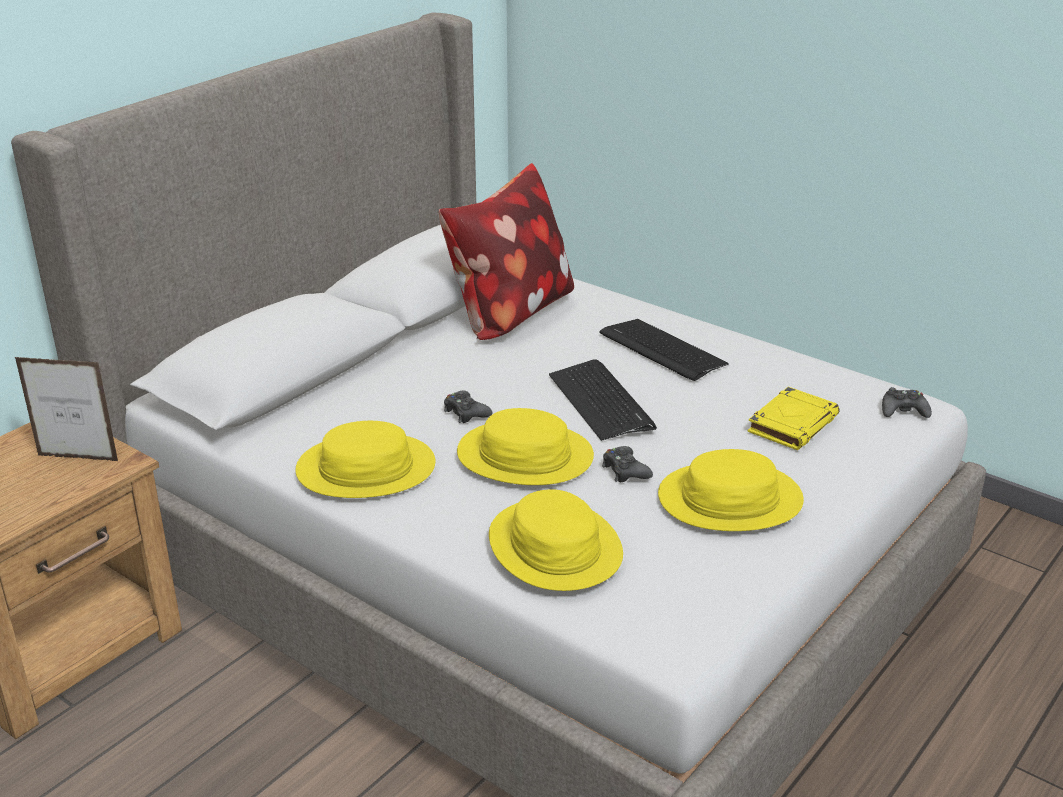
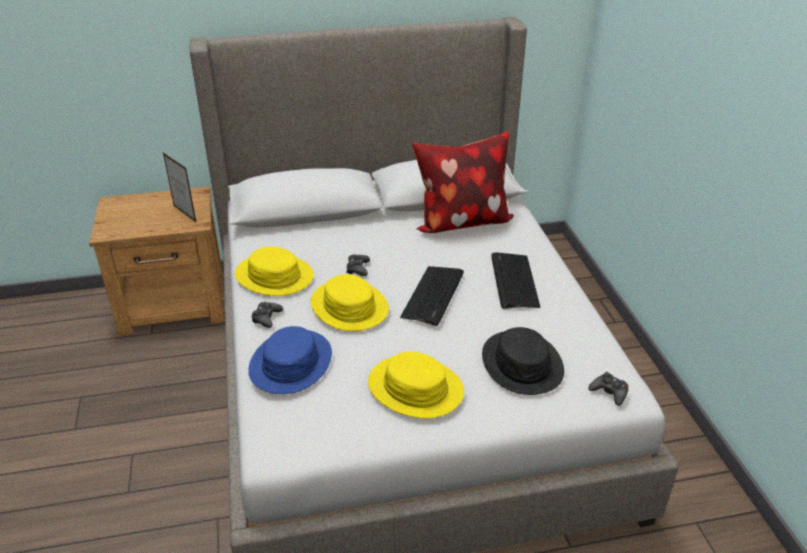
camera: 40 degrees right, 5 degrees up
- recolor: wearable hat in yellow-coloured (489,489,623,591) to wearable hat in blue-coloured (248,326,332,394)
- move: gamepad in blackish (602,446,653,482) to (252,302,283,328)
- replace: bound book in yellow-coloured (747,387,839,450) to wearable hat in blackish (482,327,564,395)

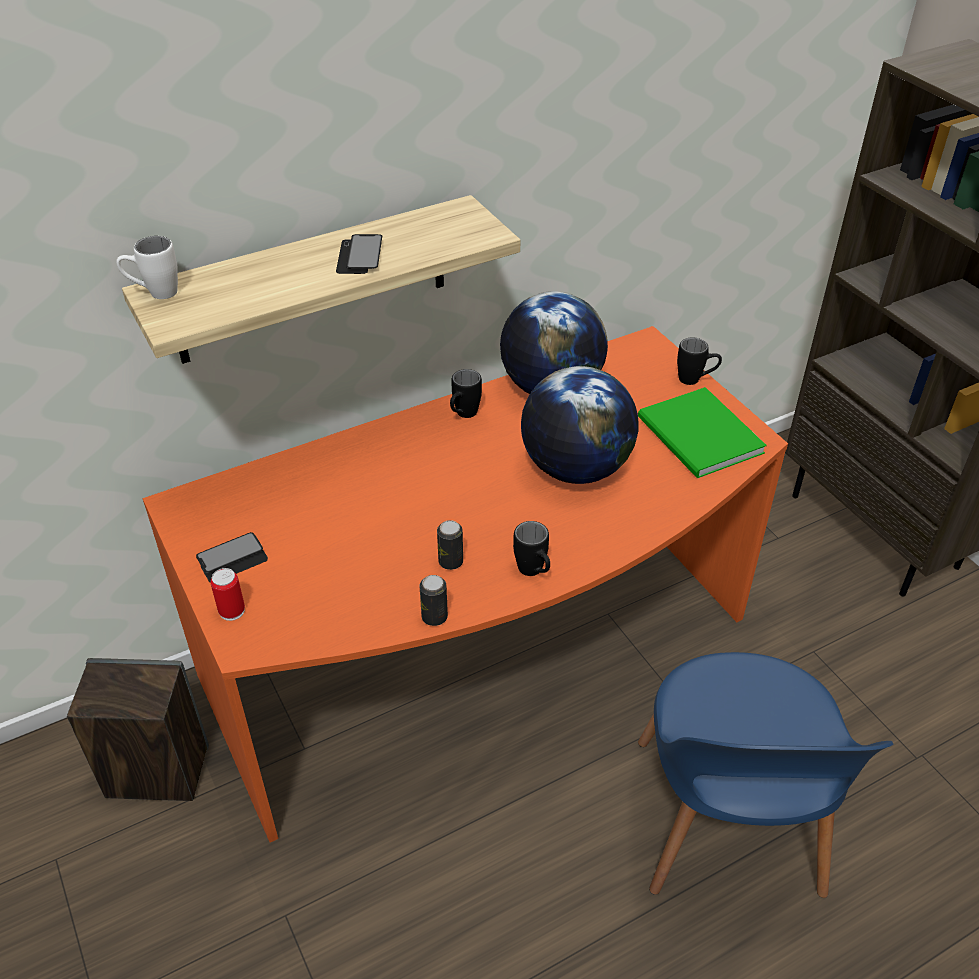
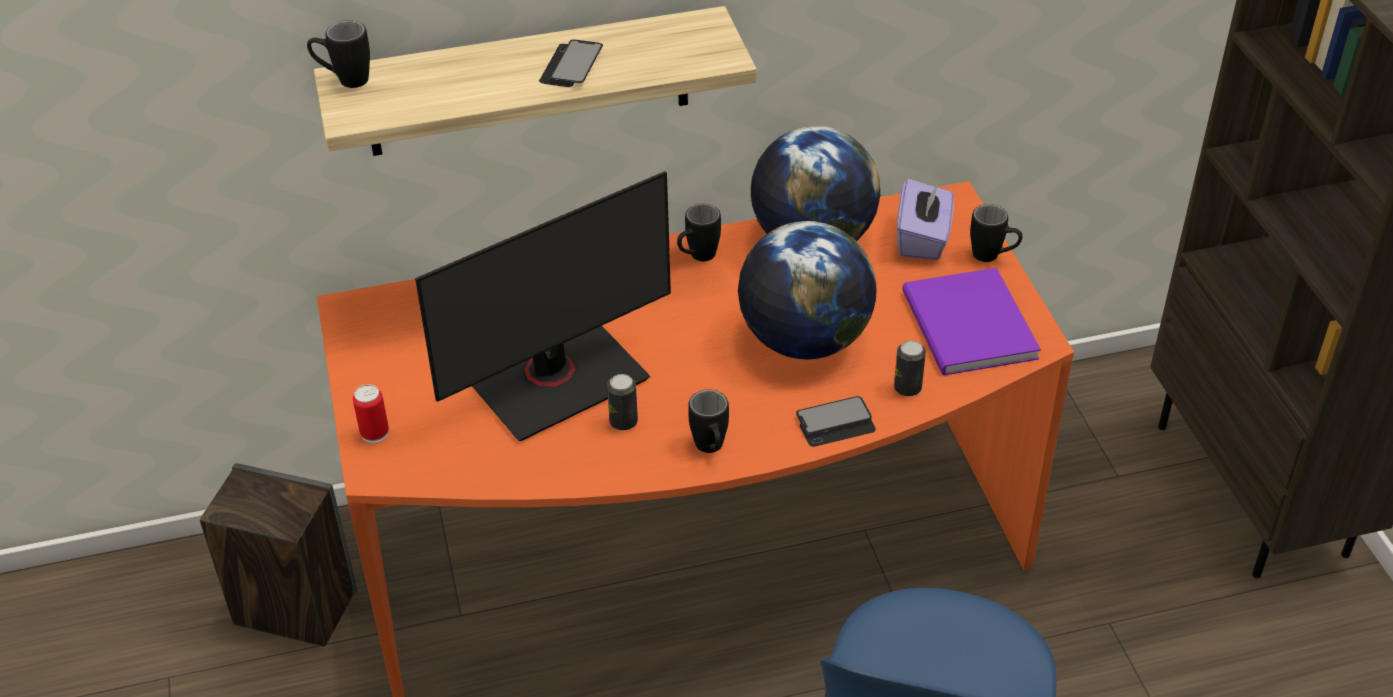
camera: 15 degrees right, 0 degrees up
- recolor: tea mug in whitish (116,236,178,299) to tea mug in blackish (307,20,370,88)
- move: telephone (196,532,268,583) to (796,396,876,447)
- move: sealed can (420,575,448,626) to (894,340,926,396)
- recolor: bound book in greenish (638,387,767,478) to bound book in purplish (902,268,1041,375)
- insert: monitor (415,171,671,441)
- insert: box of tissues in purplish (897,179,954,260)

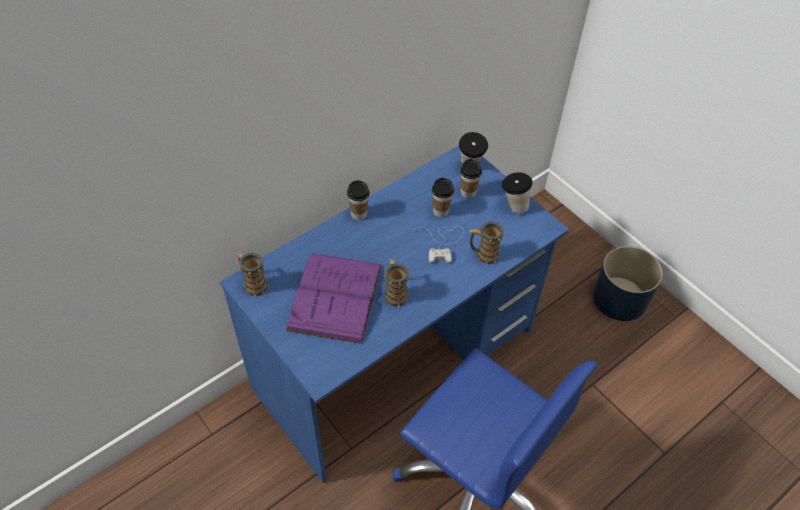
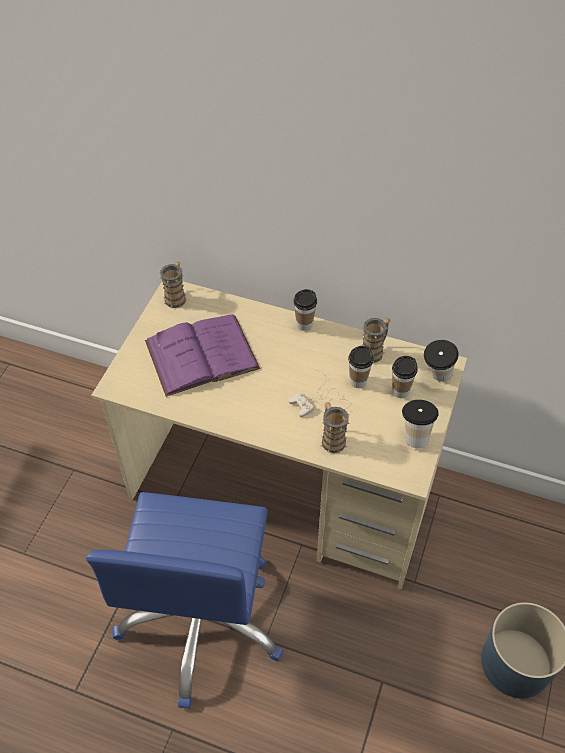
camera: 60 degrees right, 0 degrees up
- recolor: desk table in blue-coloured (220,145,569,483) to desk table in sand-coloured (91,281,467,589)
- move: tea mug (384,259,410,307) to (361,318,391,363)

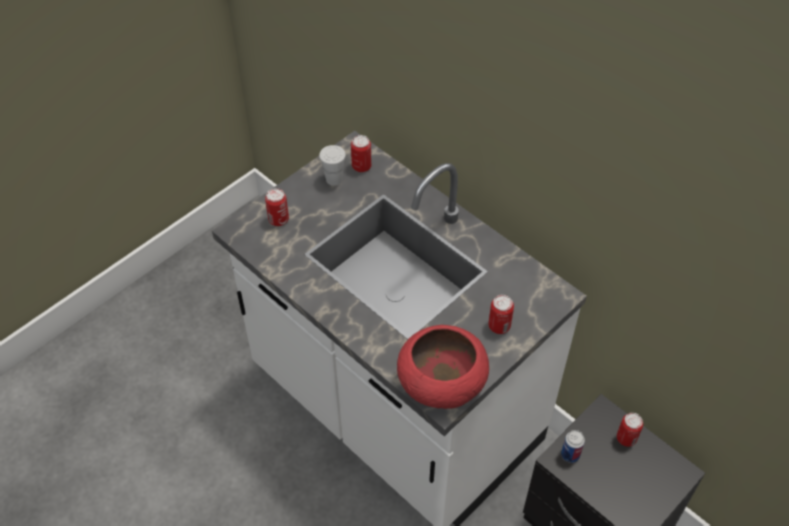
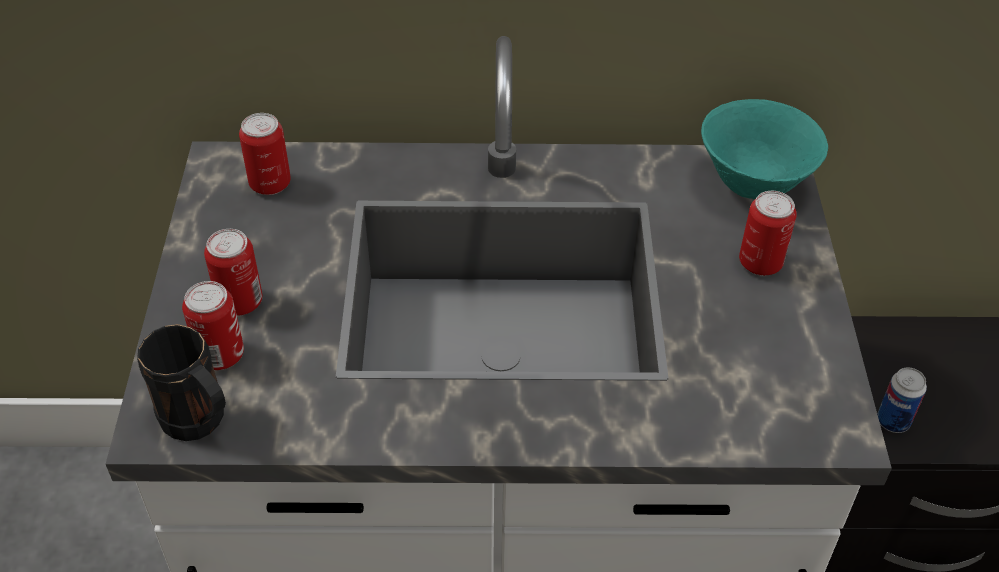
camera: 45 degrees left, 5 degrees down
- delete: cup in whitish (319,145,346,186)
- delete: bowl in reddish (397,325,489,409)
- move: sealed can (617,413,643,447) to (204,229,262,316)
- insert: tea mug in blackish (137,324,226,441)
- insert: bowl in turquoise (701,99,828,199)

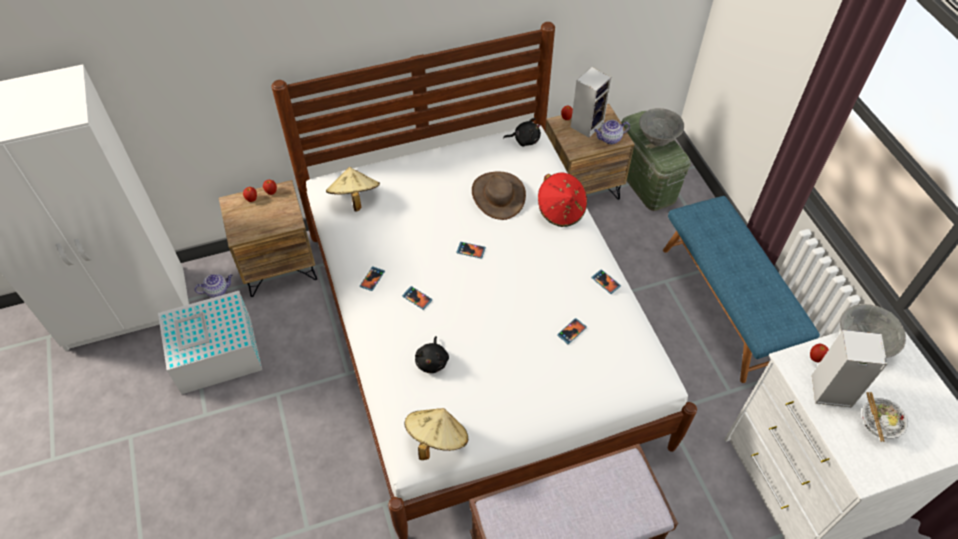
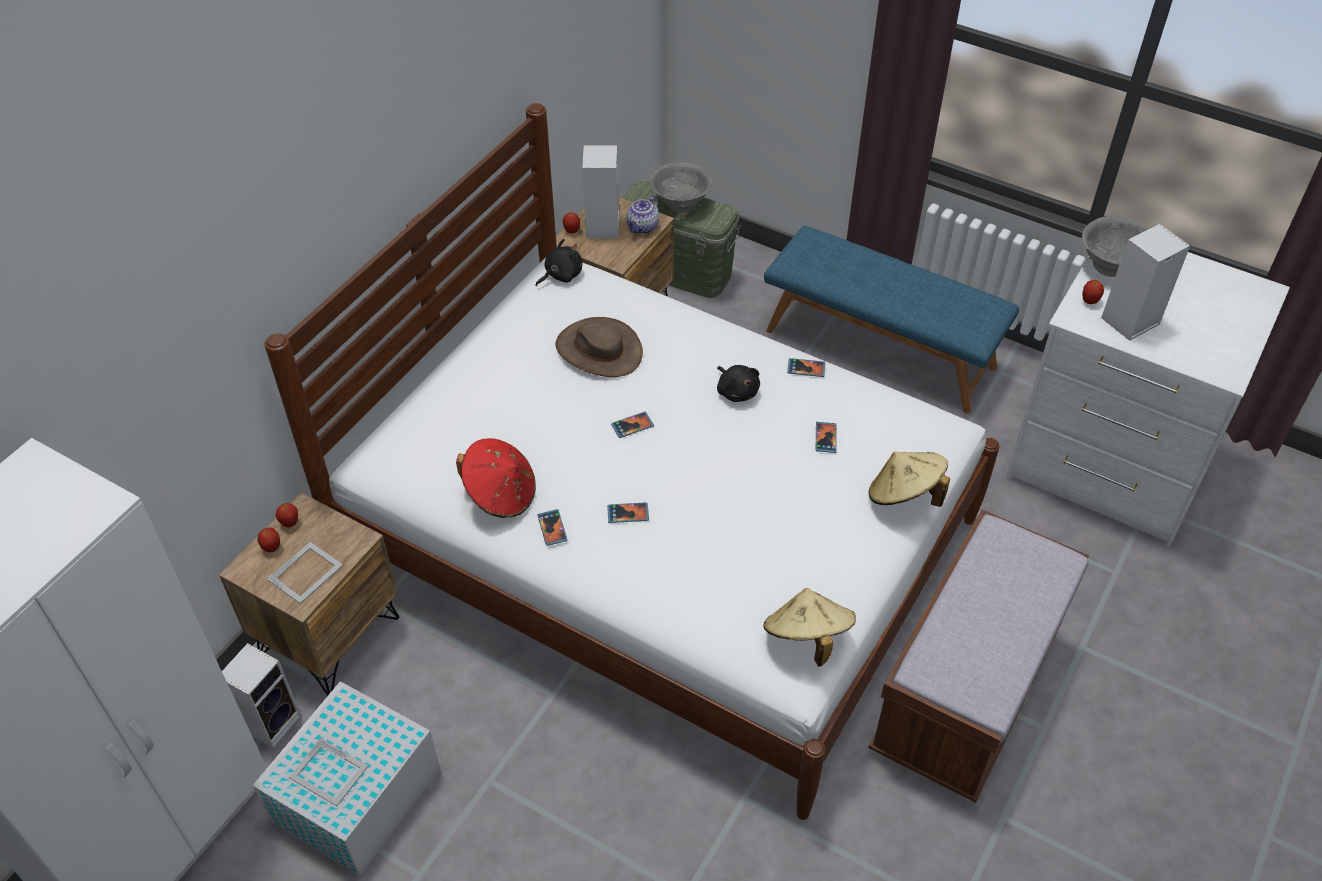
camera: 40 degrees left, 5 degrees down
- replace: teapot (194,274,233,298) to loudspeaker (222,643,301,749)
- move: wearable hat in sand-coloured (326,167,380,211) to (869,451,950,507)
- move: soft toy in blackish (415,336,449,373) to (717,365,760,402)
- move: wearable hat in reddish (538,172,587,227) to (456,438,536,518)
- delete: bowl (862,392,909,442)
- insert: photo frame (267,542,343,604)

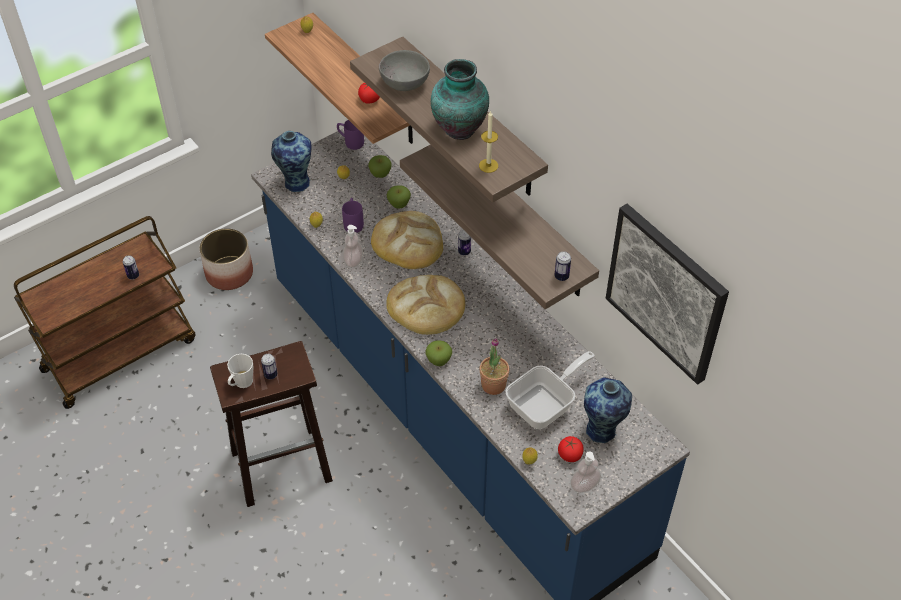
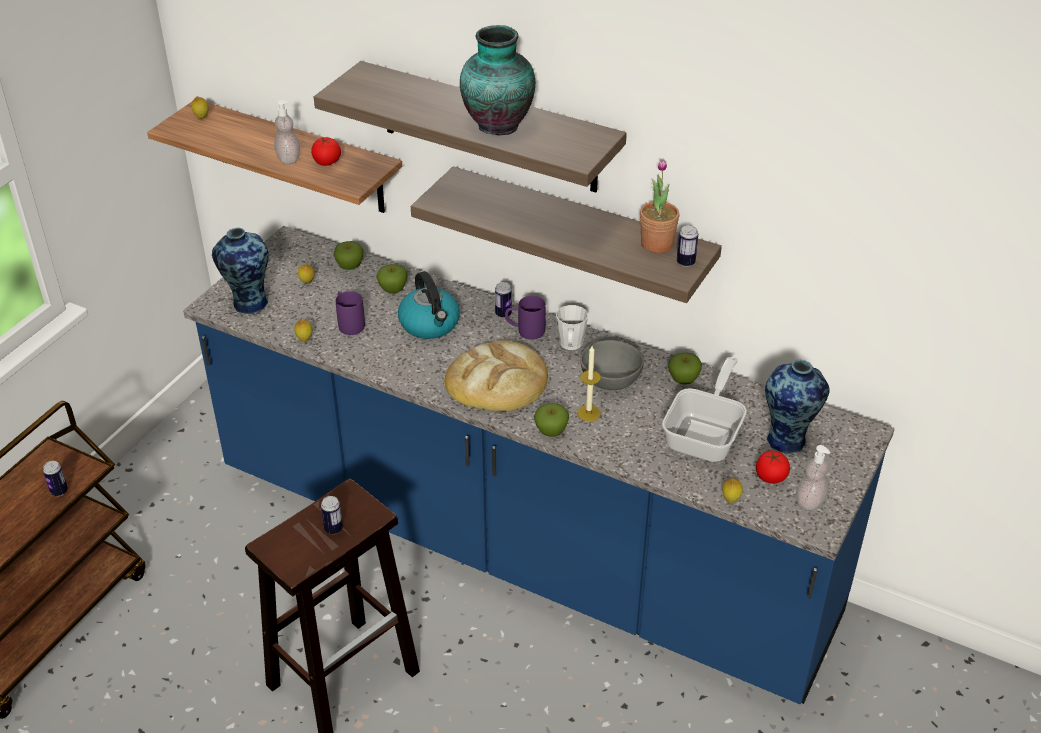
camera: 25 degrees left, 10 degrees down
- delete: flower pot (199,228,253,290)
- move: tea mug in whitish (227,354,253,388) to (556,305,588,350)
- move: tea mug in purplish (337,120,364,150) to (505,296,546,340)
- move: soap dispenser (343,225,363,267) to (274,100,300,164)
- replace: bread (371,211,443,269) to tea kettle (398,271,460,339)
- move: bowl in grey (379,50,430,91) to (580,340,644,390)
- move: wax candle (479,111,498,173) to (577,346,601,421)
- move: plant in a pot (479,338,510,395) to (640,158,679,253)
- delete: picture (606,204,729,385)
- insert: whole apple (668,352,702,385)

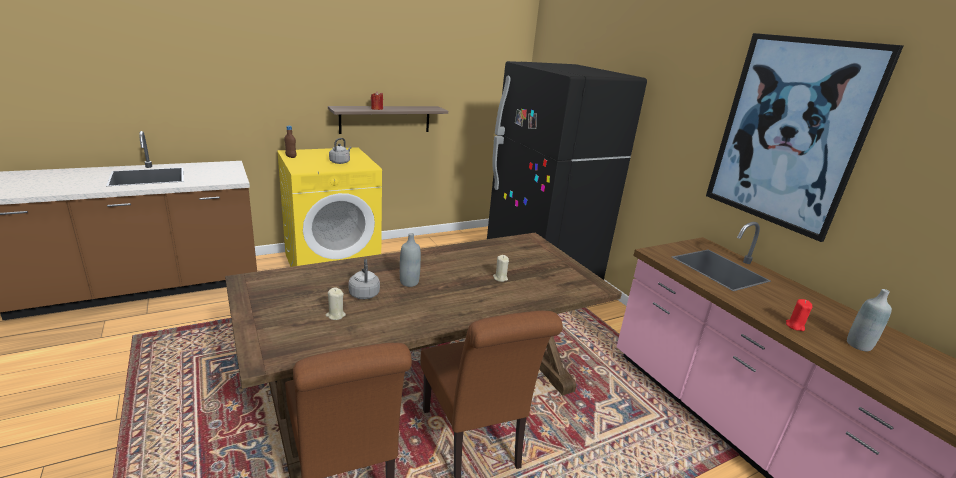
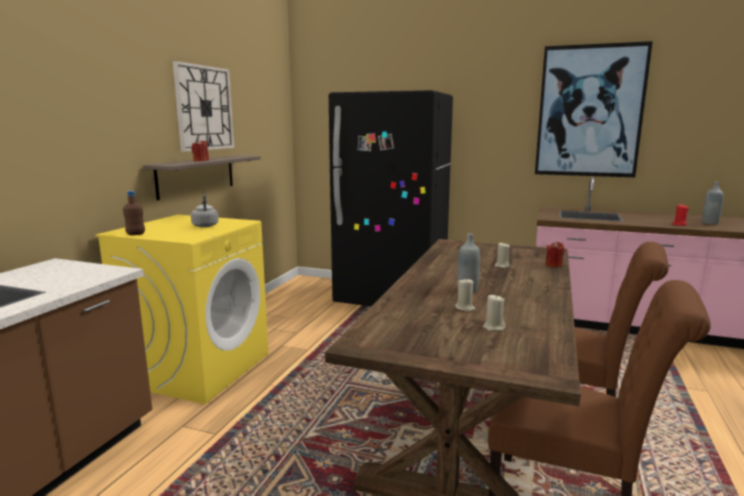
camera: 40 degrees left, 10 degrees down
- replace: tea kettle in grey (349,259,380,299) to wax candle in sand-coloured (455,278,475,311)
- insert: wall clock (173,61,234,152)
- insert: wax candle in reddish (545,241,565,267)

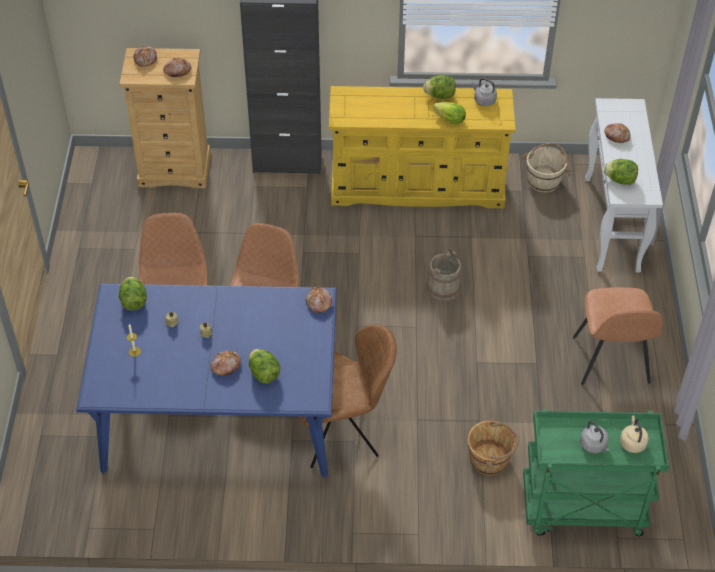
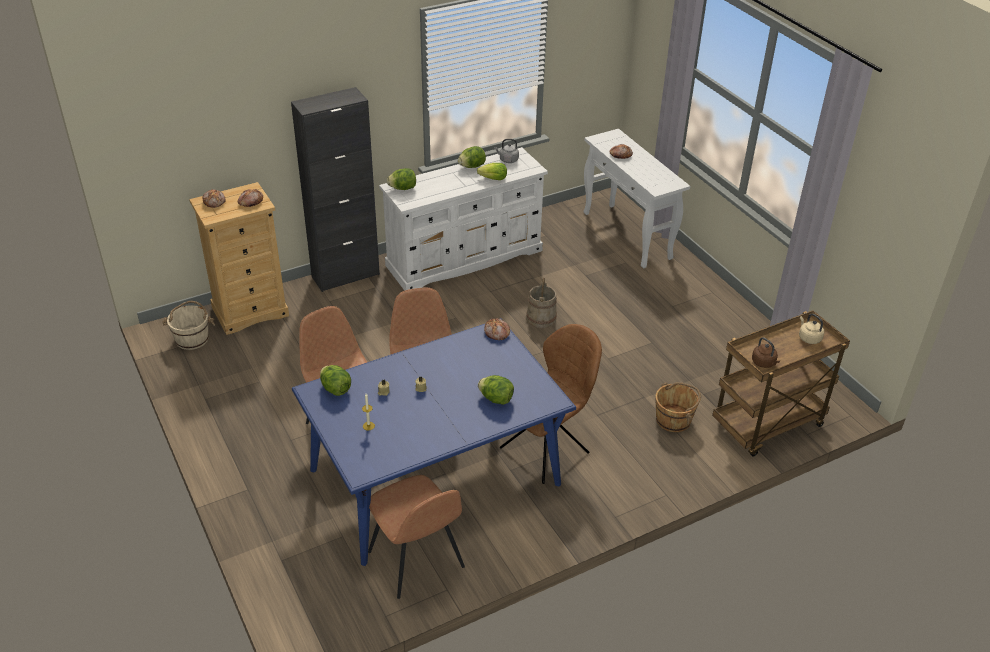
camera: 30 degrees left, 10 degrees down
- delete: bread (210,350,241,376)
- recolor: dresser in yellow-coloured (329,86,516,208) to dresser in whitish (379,147,548,291)
- move: water bucket in sand-coloured (522,143,571,192) to (162,301,215,350)
- recolor: wheeled cart in greenish (523,409,669,536) to wheeled cart in brown-coloured (712,310,850,456)
- move: chair in brown-coloured (573,287,663,385) to (368,475,465,599)
- delete: tea kettle in grey (580,421,609,453)
- move: lettuce head (604,159,638,185) to (387,168,416,190)
- insert: tea kettle in brown-coloured (752,337,780,368)

